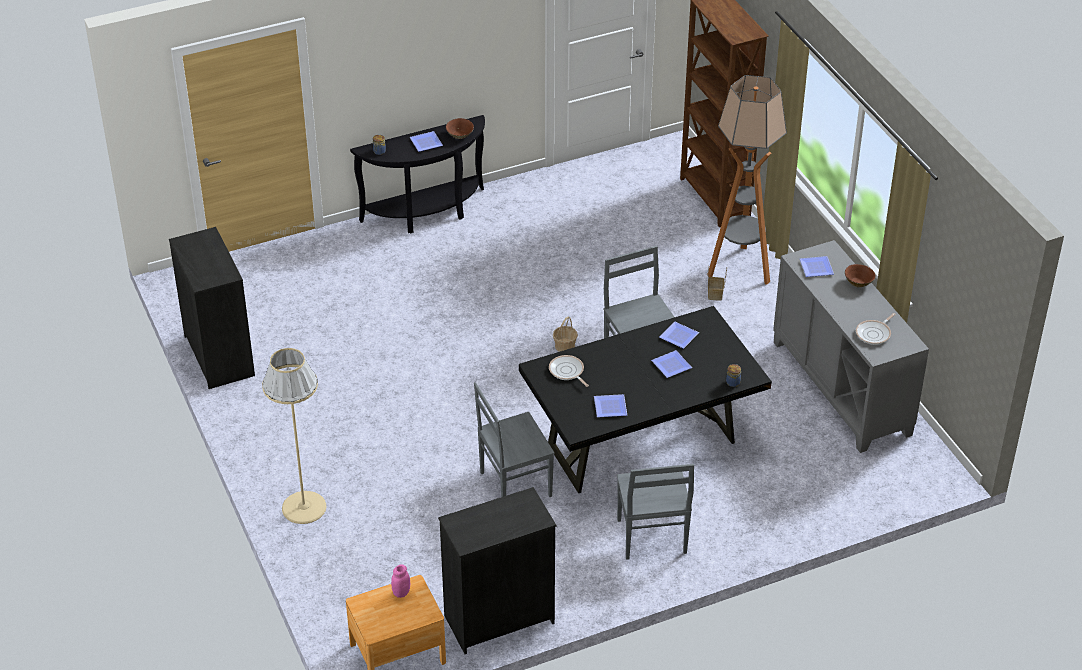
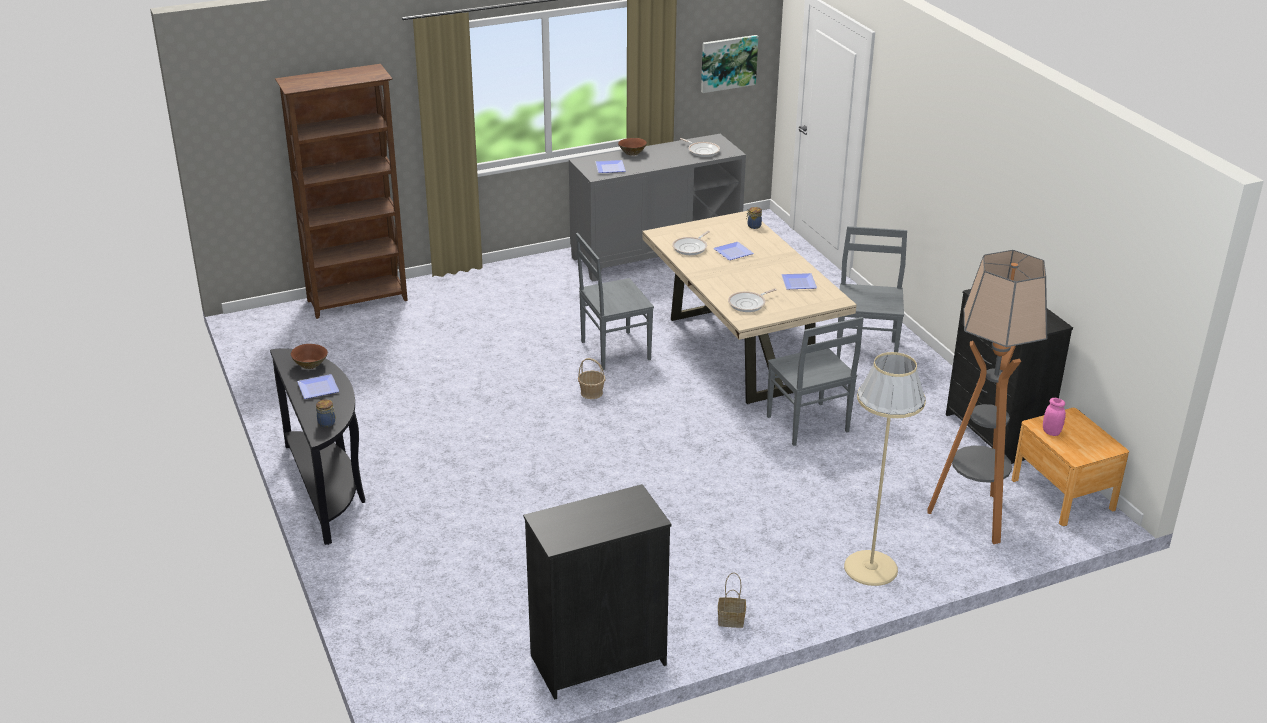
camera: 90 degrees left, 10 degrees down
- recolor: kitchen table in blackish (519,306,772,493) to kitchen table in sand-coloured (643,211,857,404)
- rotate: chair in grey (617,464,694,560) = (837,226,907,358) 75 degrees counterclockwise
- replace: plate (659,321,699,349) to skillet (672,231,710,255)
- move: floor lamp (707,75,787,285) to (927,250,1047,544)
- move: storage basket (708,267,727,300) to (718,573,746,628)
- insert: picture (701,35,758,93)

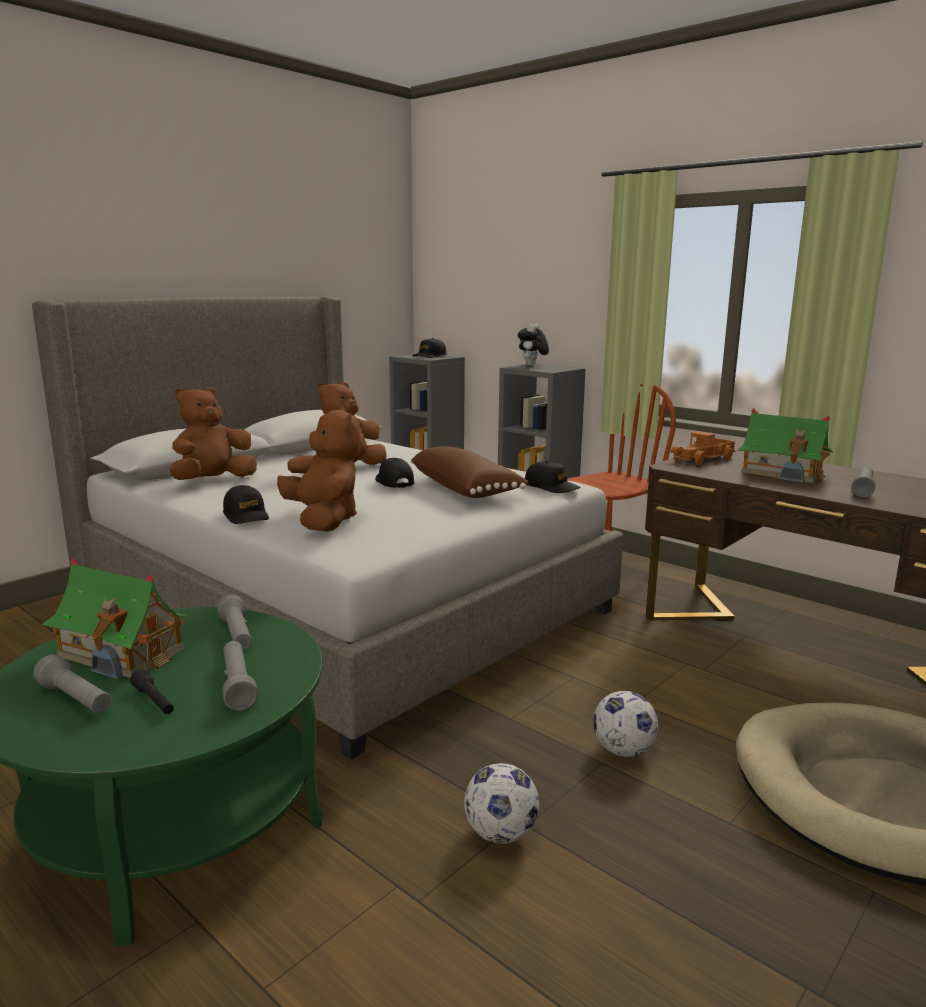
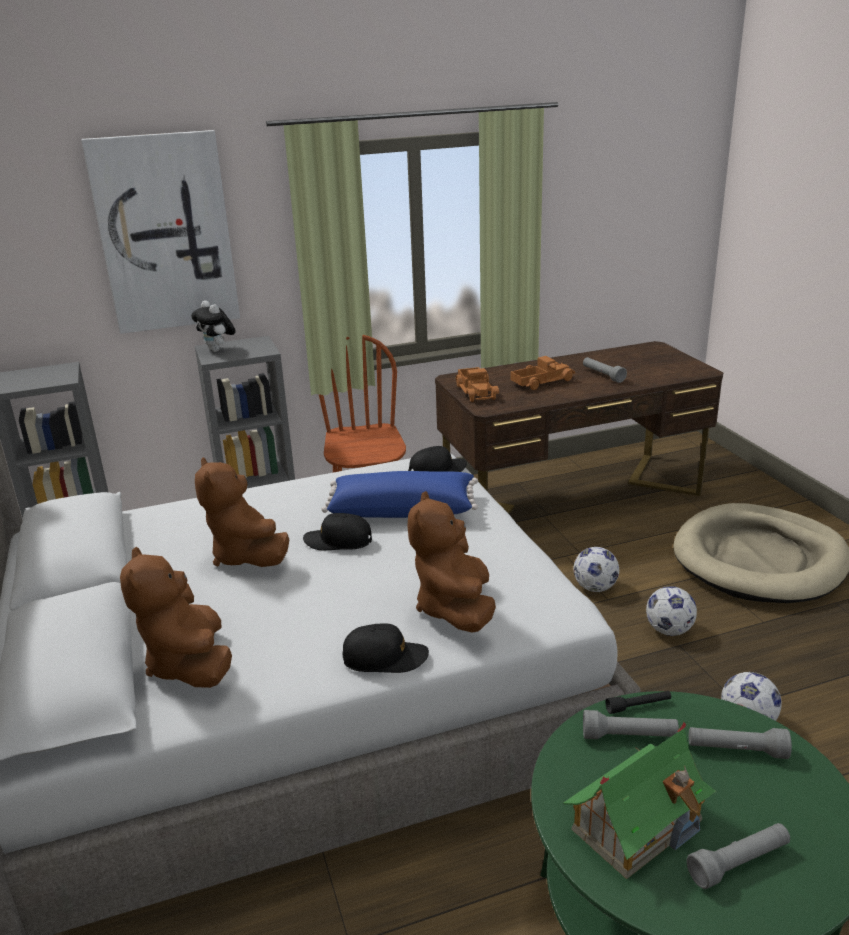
camera: 60 degrees left, 10 degrees up
- move: hand torch in blackish (130,669,174,714) to (605,691,671,714)
- rotate: soft toy in brown-coloured (277,406,360,532) = (407,491,496,633) 90 degrees counterclockwise
- recolor: throw pillow in brown-coloured (411,446,528,498) to throw pillow in blue-coloured (322,471,478,518)
- delete: peaked cap in blackish (412,338,446,358)
- replace: miniature house (737,408,833,483) to model truck (510,356,575,390)
- insert: picture (81,130,240,334)
- insert: ball for football (573,547,619,592)

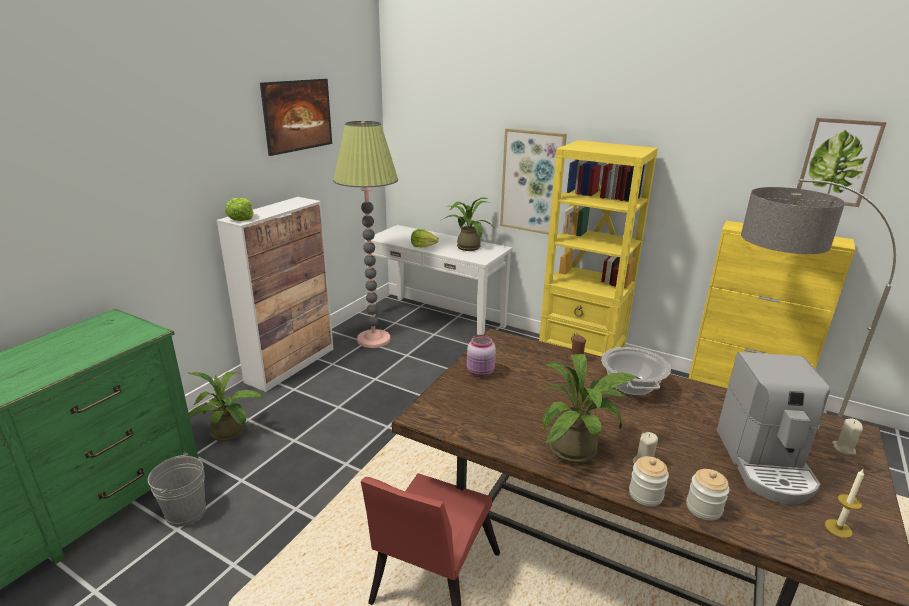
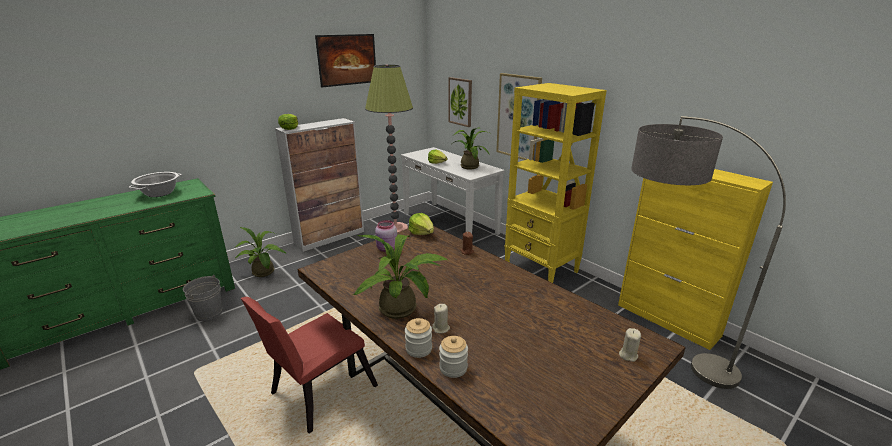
camera: 20 degrees right, 0 degrees up
- move: saucepot (601,347,671,396) to (129,172,182,197)
- delete: coffee brewer (717,352,830,504)
- move: picture (799,118,886,207) to (448,77,472,127)
- delete: wax candle (825,469,864,538)
- insert: lettuce head (409,213,434,235)

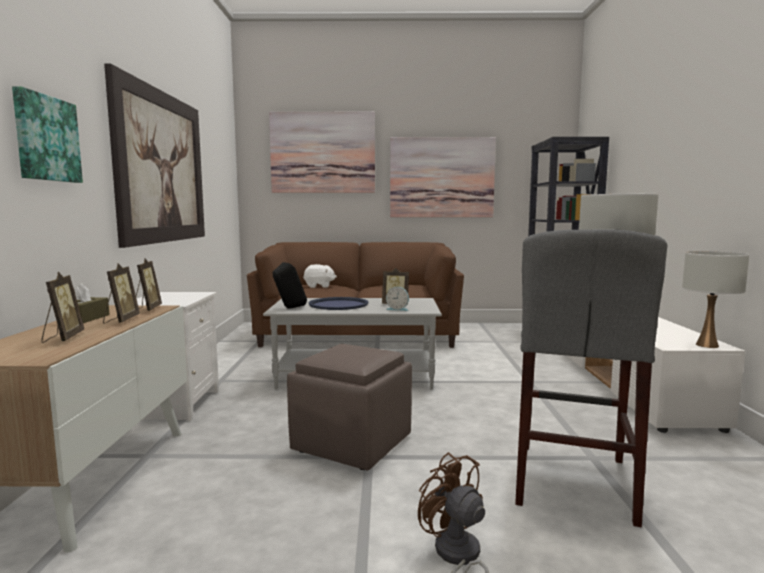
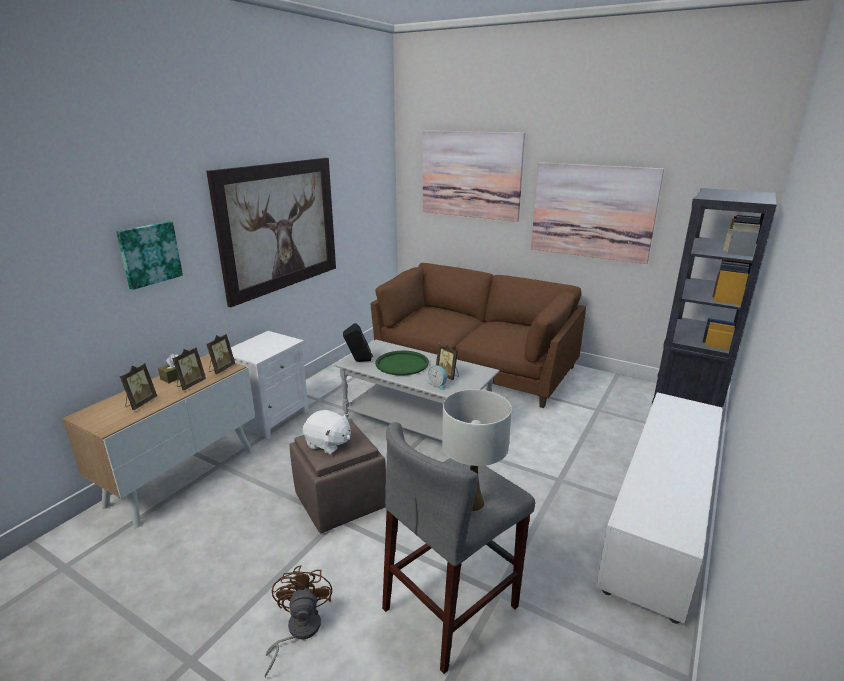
camera: 30 degrees right, 15 degrees up
- move: soft toy in whitish (303,264,337,288) to (303,410,351,455)
- recolor: serving tray in blue-coloured (309,297,369,310) to serving tray in greenish (375,351,429,376)
- delete: lamp for a table in whitish (682,251,749,348)

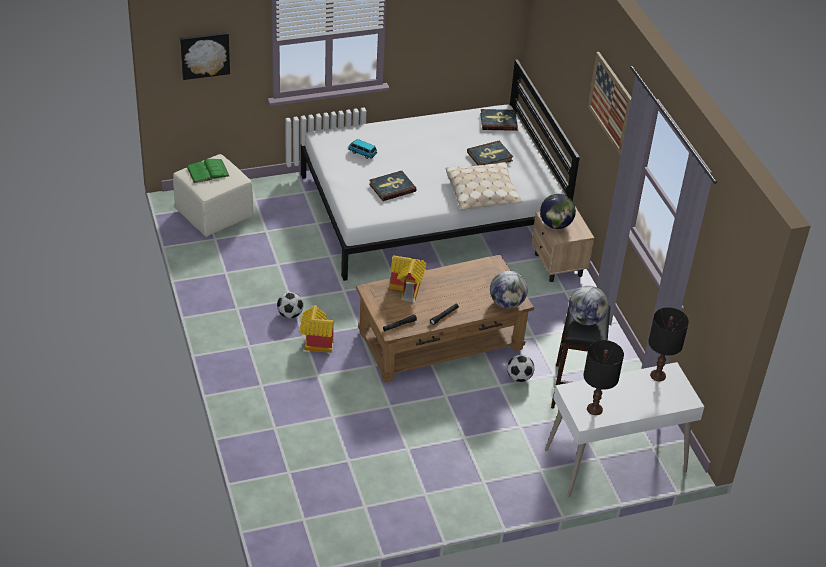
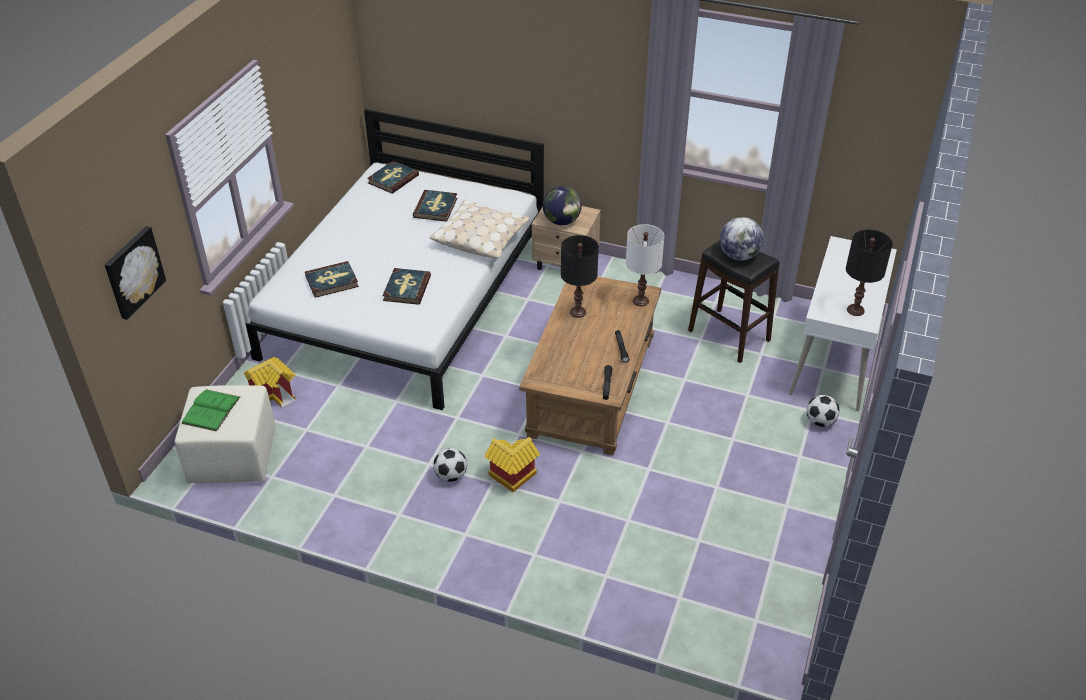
camera: 50 degrees left, 0 degrees up
- replace: miniature car (348,139,377,159) to bound book (305,261,359,298)
- move: miniature house (390,255,427,302) to (244,357,296,408)
- replace: desk globe (490,271,528,308) to lamp for a table in whitish (626,224,665,306)
- move: ball for football (507,355,535,382) to (807,395,839,427)
- delete: picture (588,52,631,156)
- move: lamp for a table in blackish (648,307,689,381) to (561,235,599,318)

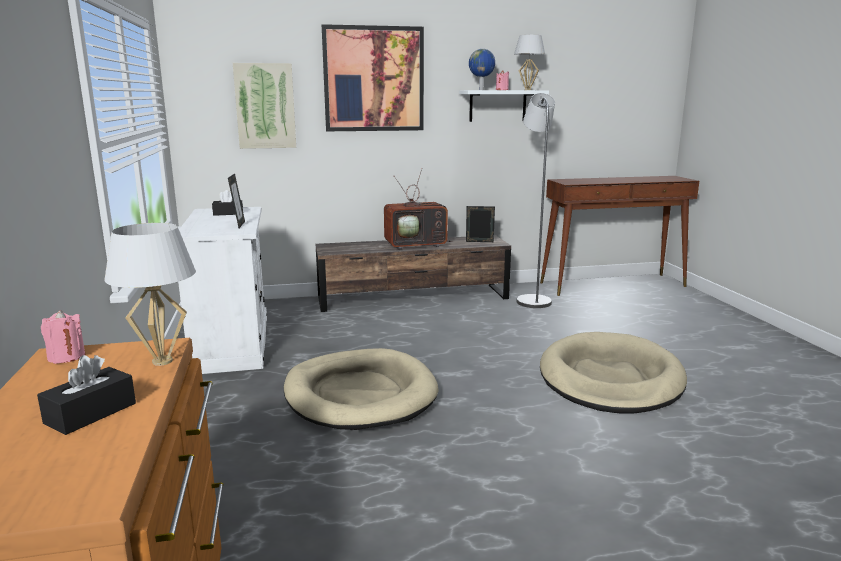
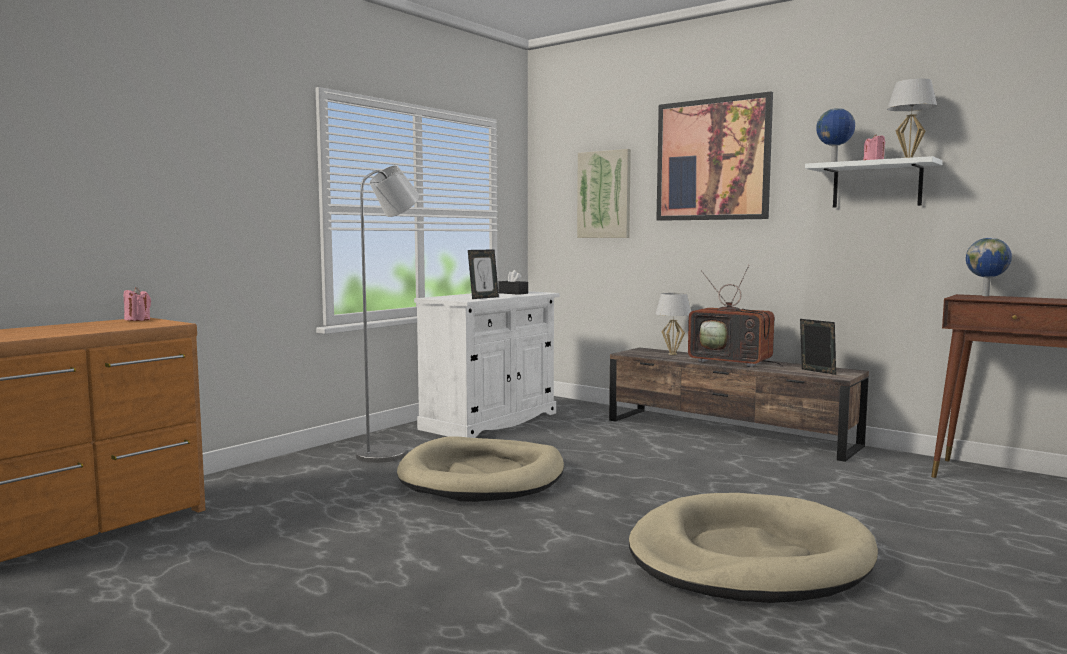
camera: 50 degrees right, 10 degrees down
- delete: box of tissues in blackish (37,355,136,435)
- move: lamp for a table in whitish (104,223,196,366) to (655,293,691,355)
- move: floor lamp in grey (517,93,555,308) to (356,165,419,463)
- insert: desk globe (966,238,1012,296)

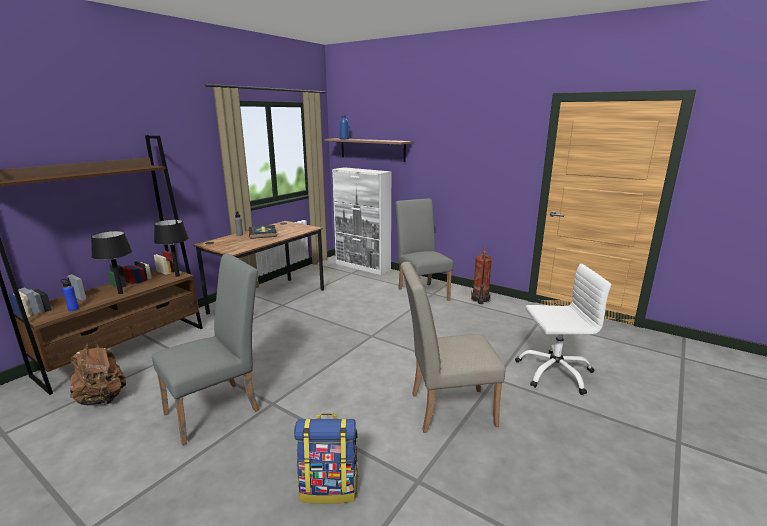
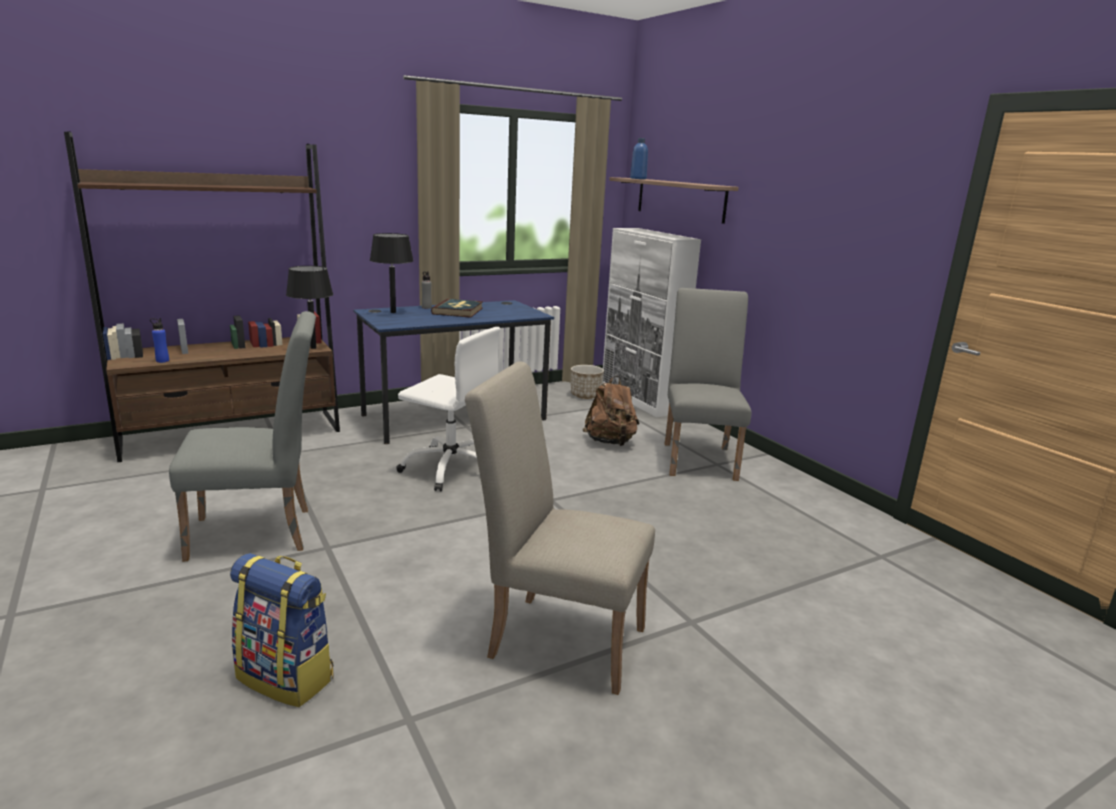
camera: 25 degrees right, 0 degrees up
- move: rucksack in brown-coloured (70,340,126,406) to (583,376,639,446)
- move: lamp for a table in blackish (91,231,132,294) to (370,233,414,313)
- recolor: desk table in brown-coloured (193,221,324,315) to desk table in blue-coloured (353,300,554,444)
- delete: fire-fighting cylinder (471,246,492,304)
- move: computer chair in whitish (515,264,612,395) to (396,327,500,492)
- insert: flower pot (571,365,604,399)

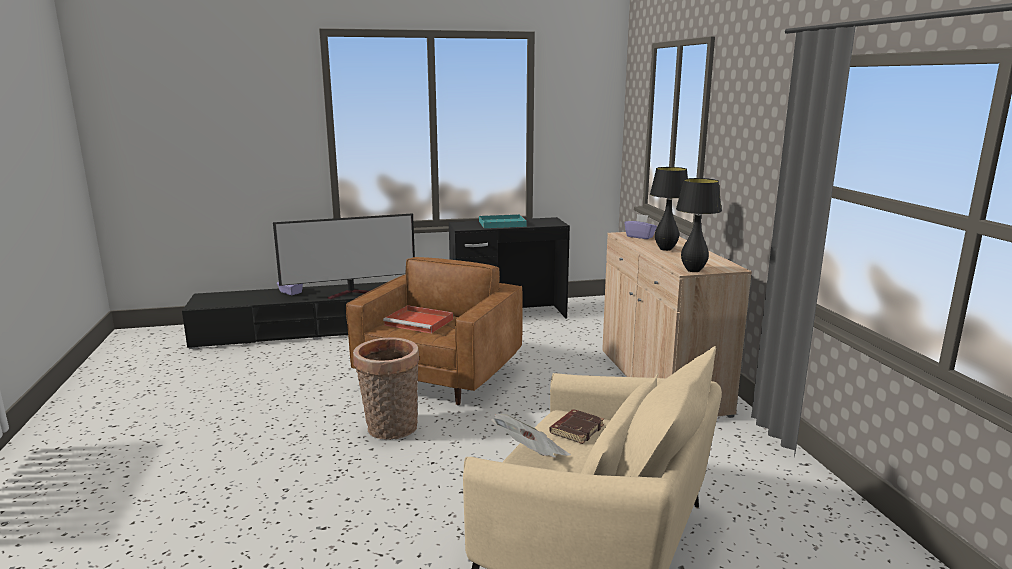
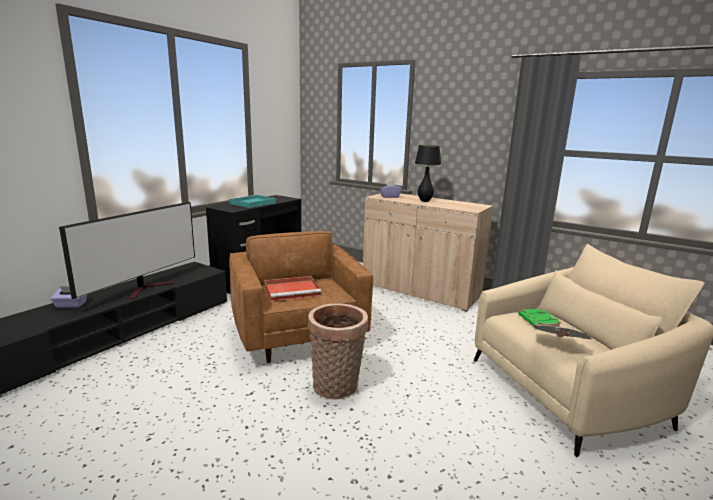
camera: 45 degrees left, 0 degrees up
- recolor: bound book in brown-coloured (549,410,604,444) to bound book in greenish (518,309,561,328)
- delete: lamp for a table in blackish (676,178,722,272)

